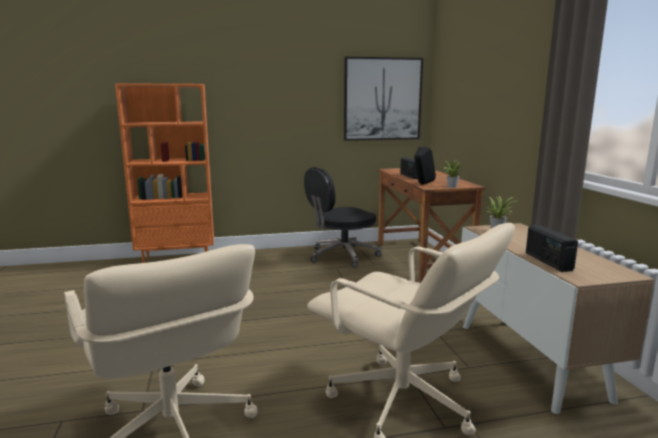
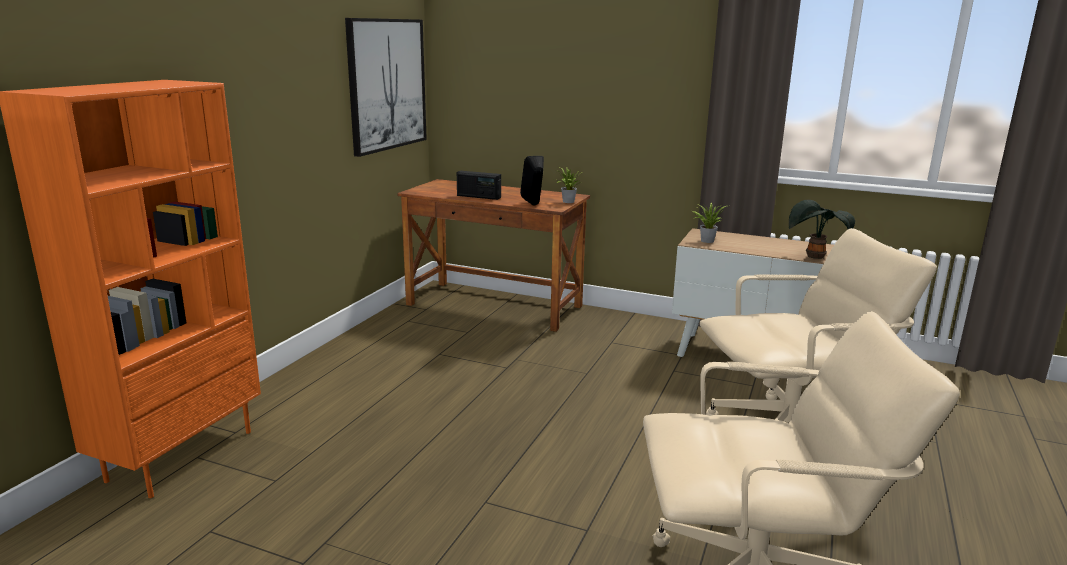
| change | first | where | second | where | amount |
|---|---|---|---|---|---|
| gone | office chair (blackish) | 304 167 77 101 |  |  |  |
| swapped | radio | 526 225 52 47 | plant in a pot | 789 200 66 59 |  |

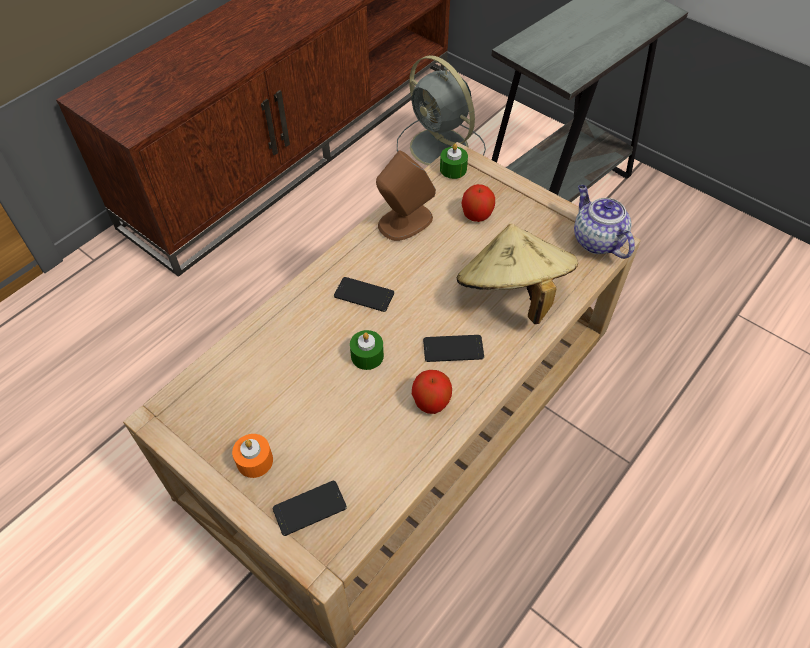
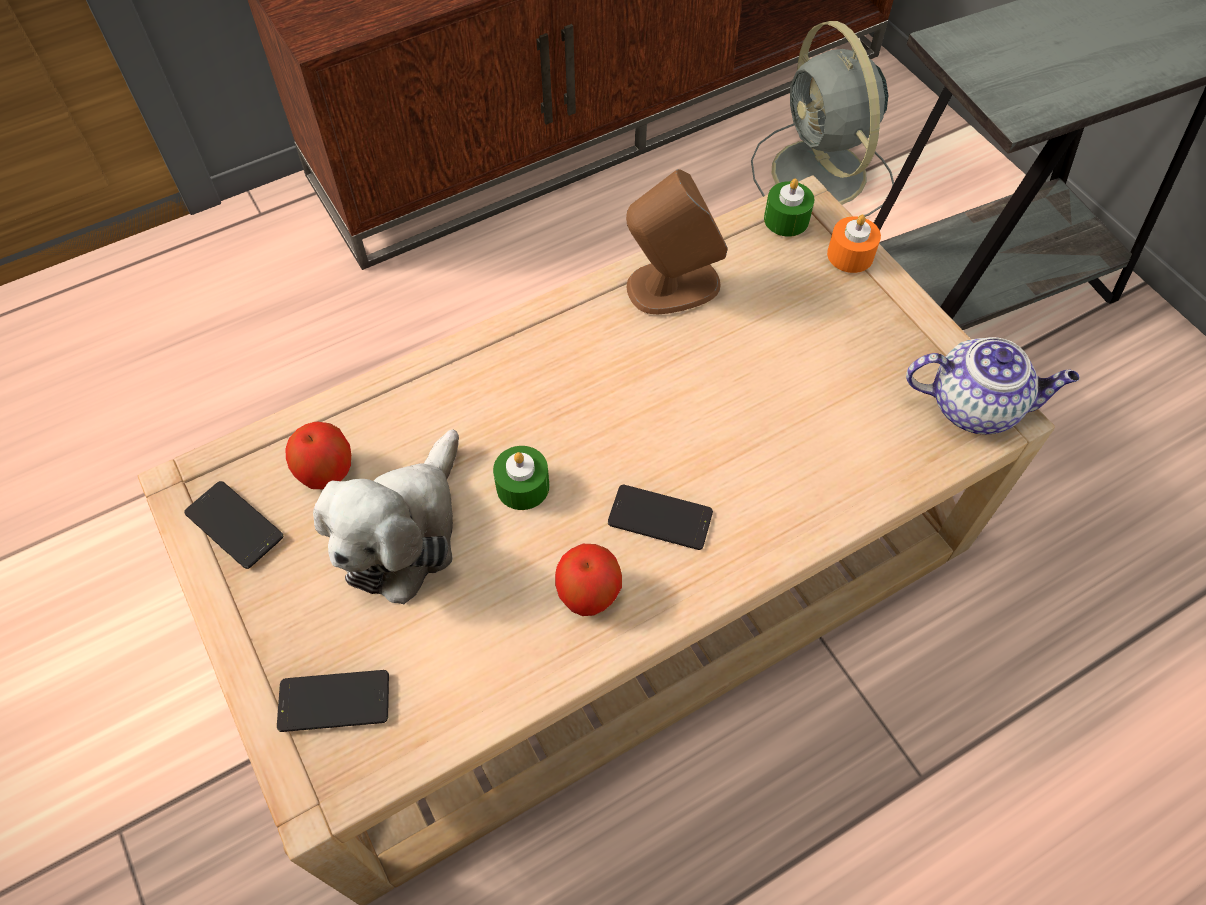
| change | first | where | second | where | amount |
|---|---|---|---|---|---|
| gone | clothing hat (beige) | 456 224 122 100 |  |  |  |
| new |  |  | plush toy | 313 429 146 175 |  |
| shifted | wax candle (orangey) | 232 434 41 44 |  | 827 215 54 58 |  |
| shifted | telephone | 334 277 60 35 |  | 184 481 99 88 |  |
| shifted | apple fruit | 461 184 34 38 |  | 285 422 66 67 |  |
| rotated | teapot | 574 185 61 74 |  | 906 337 173 97 | 105 degrees clockwise |

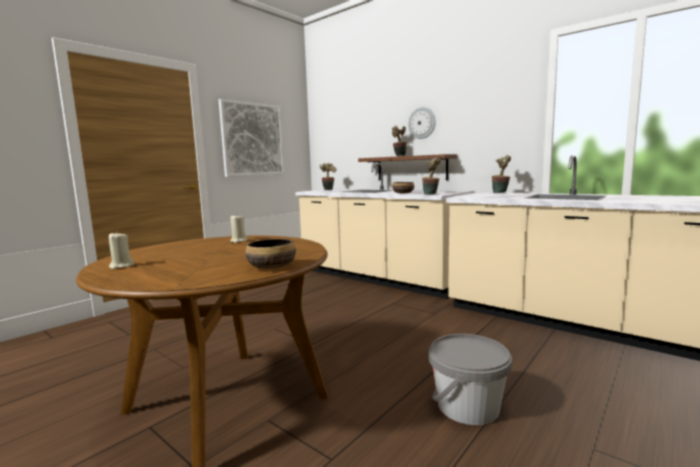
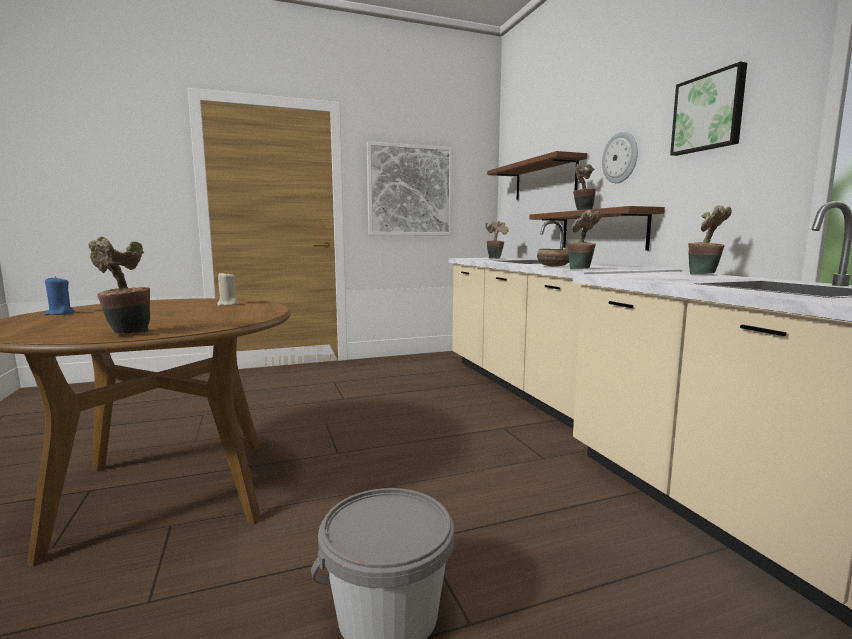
| change | first | where | second | where | amount |
|---|---|---|---|---|---|
| new |  |  | shelf (brownish) | 487 151 100 49 |  |
| new |  |  | picture | 670 62 77 94 |  |
| swapped | bowl | 245 239 51 30 | plant in a pot | 88 237 62 97 |  |
| repainted | wax candle (beige) | 109 231 25 38 | wax candle (blue-coloured) | 44 276 31 39 |  |

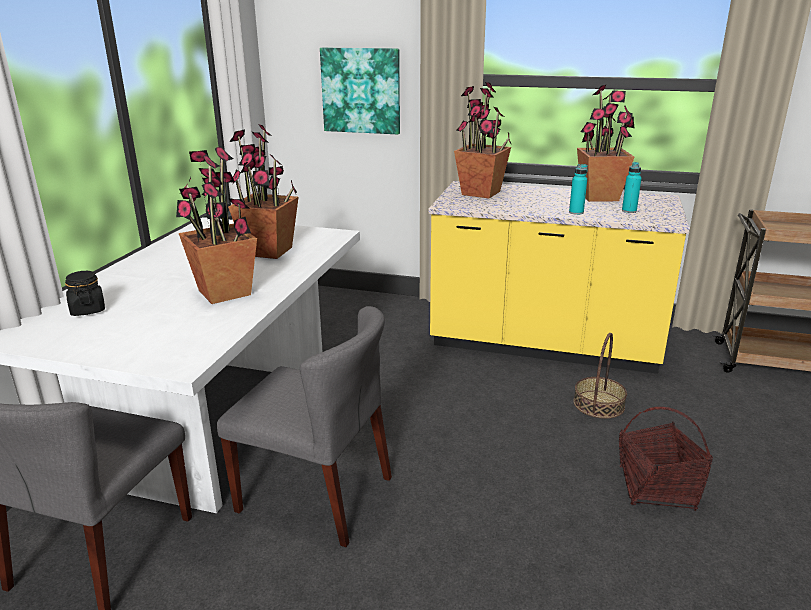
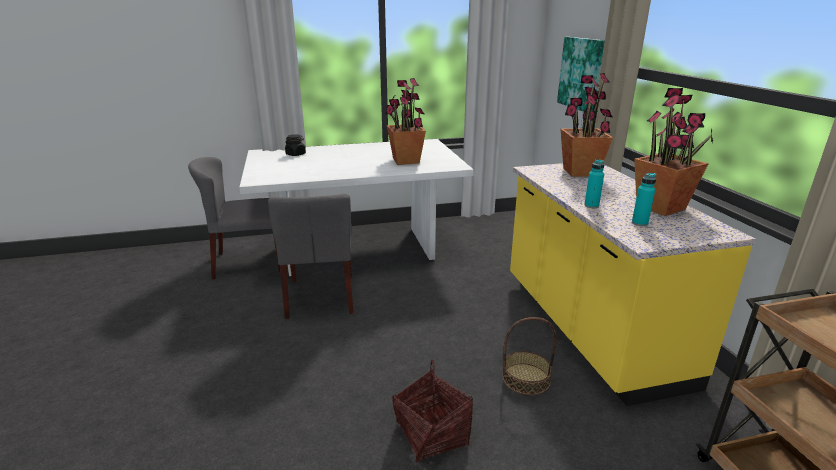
| change | first | where | second | where | amount |
|---|---|---|---|---|---|
| gone | plant in a pot | 176 146 81 158 |  |  |  |

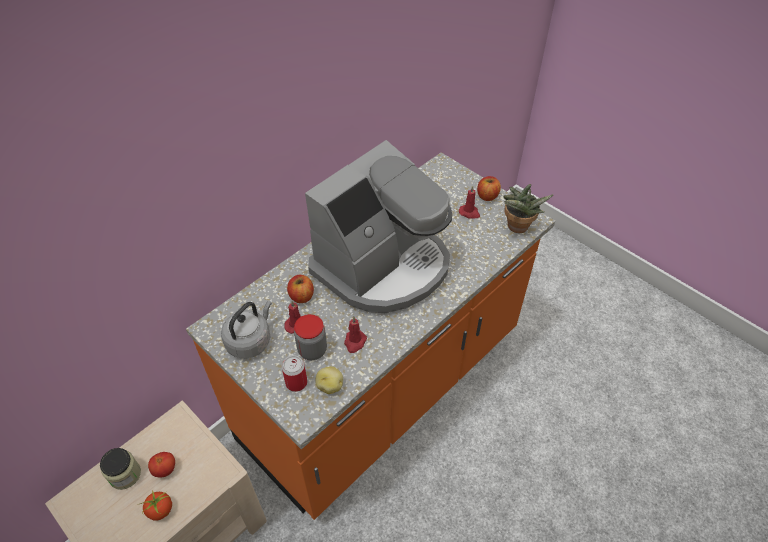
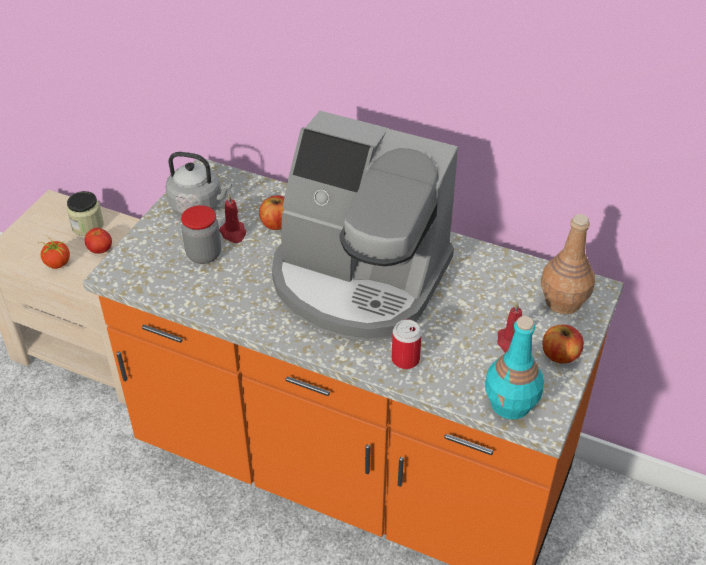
| change | first | where | second | where | amount |
|---|---|---|---|---|---|
| gone | potato | 315 366 28 28 |  |  |  |
| gone | wax candle (reddish) | 344 316 23 37 |  |  |  |
| new |  |  | bottle (brownish) | 541 214 54 100 |  |
| shifted | sealed can | 282 355 25 37 |  | 392 319 30 50 |  |
| swapped | plant in a pot | 503 184 51 49 | bottle (turquoise-coloured) | 485 316 59 103 |  |

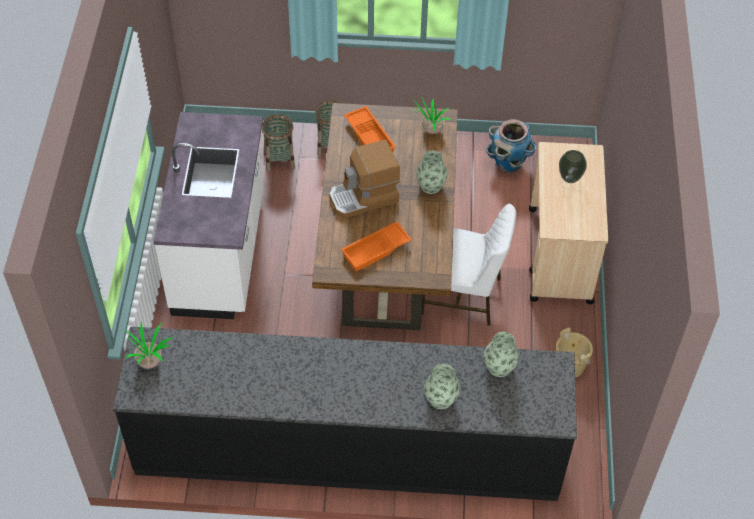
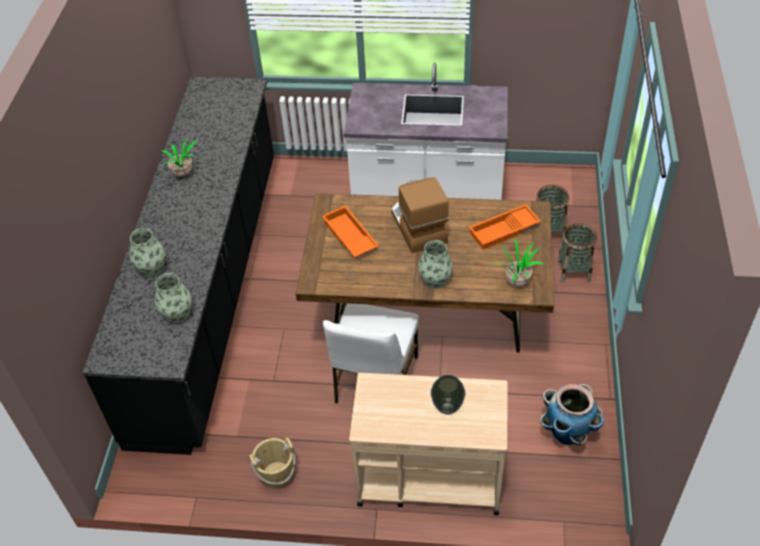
| change | first | where | second | where | amount |
|---|---|---|---|---|---|
| shifted | plant in a pot | 125 321 48 48 |  | 161 139 37 37 |  |

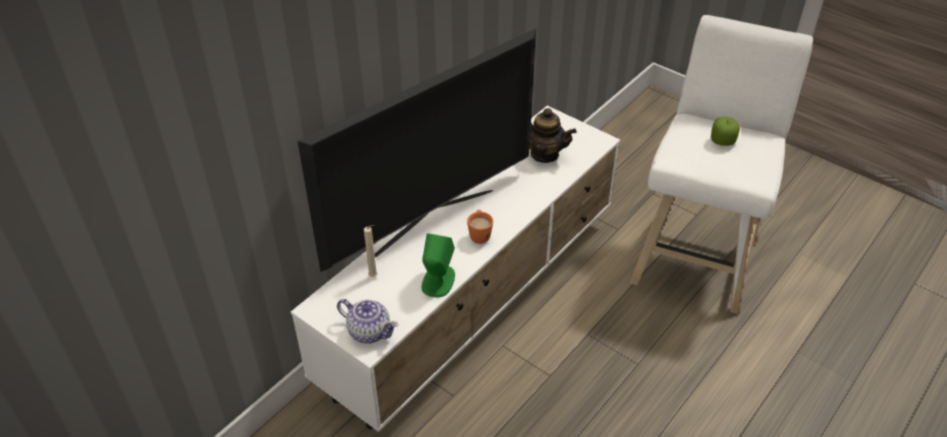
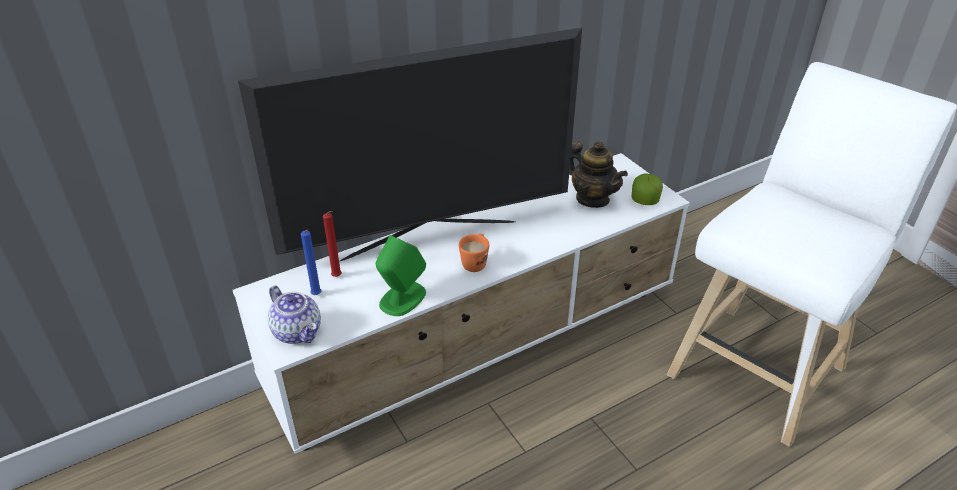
| change | first | where | second | where | amount |
|---|---|---|---|---|---|
| new |  |  | wax candle (blue-coloured) | 301 229 20 66 |  |
| shifted | apple fruit | 711 117 29 29 |  | 631 174 32 31 |  |
| repainted | wax candle (beige) | 364 225 14 52 | wax candle (reddish) | 323 211 19 66 |  |

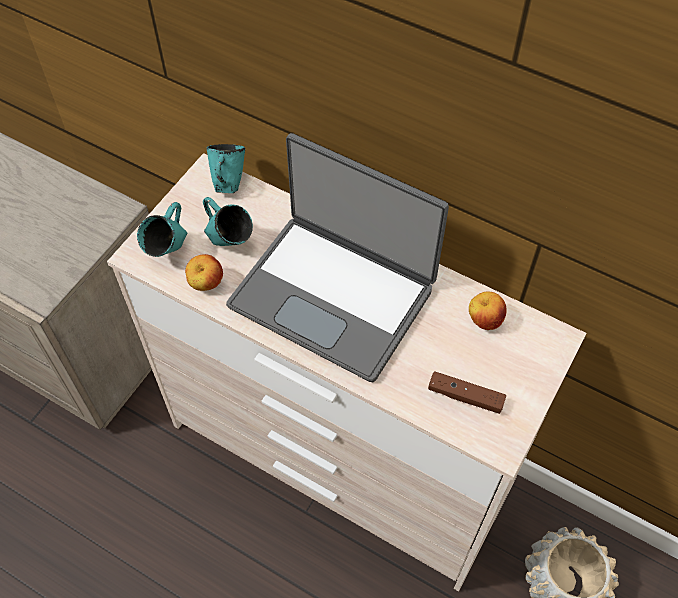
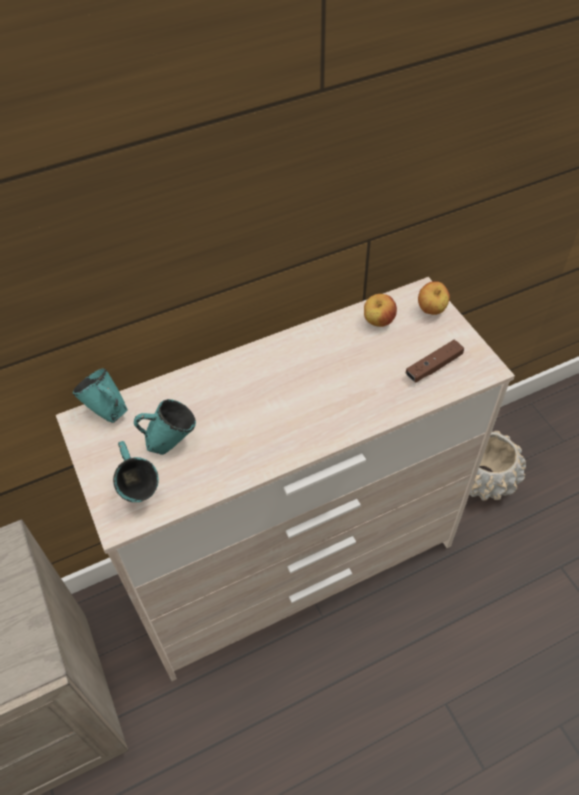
| change | first | where | second | where | amount |
|---|---|---|---|---|---|
| gone | notebook computer | 226 133 223 249 |  |  |  |
| shifted | apple fruit | 185 254 38 37 |  | 418 281 32 34 |  |

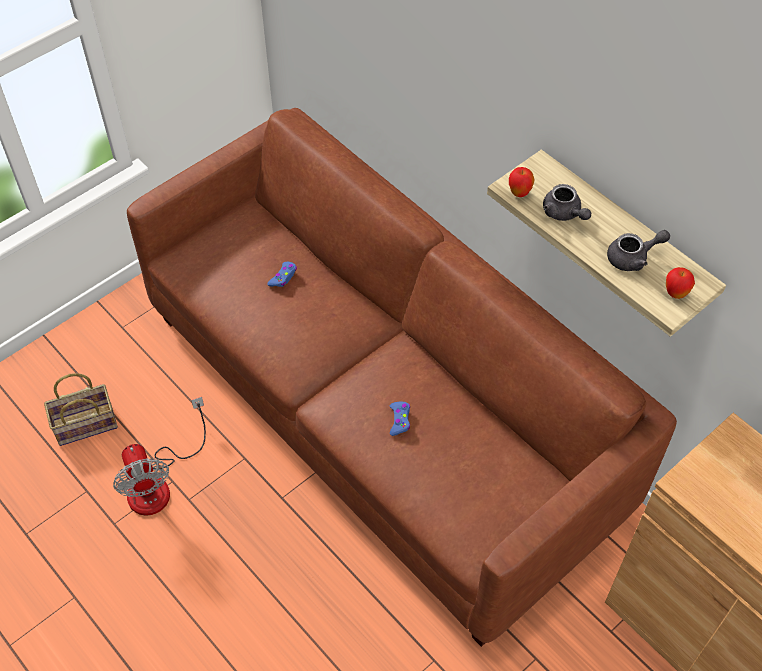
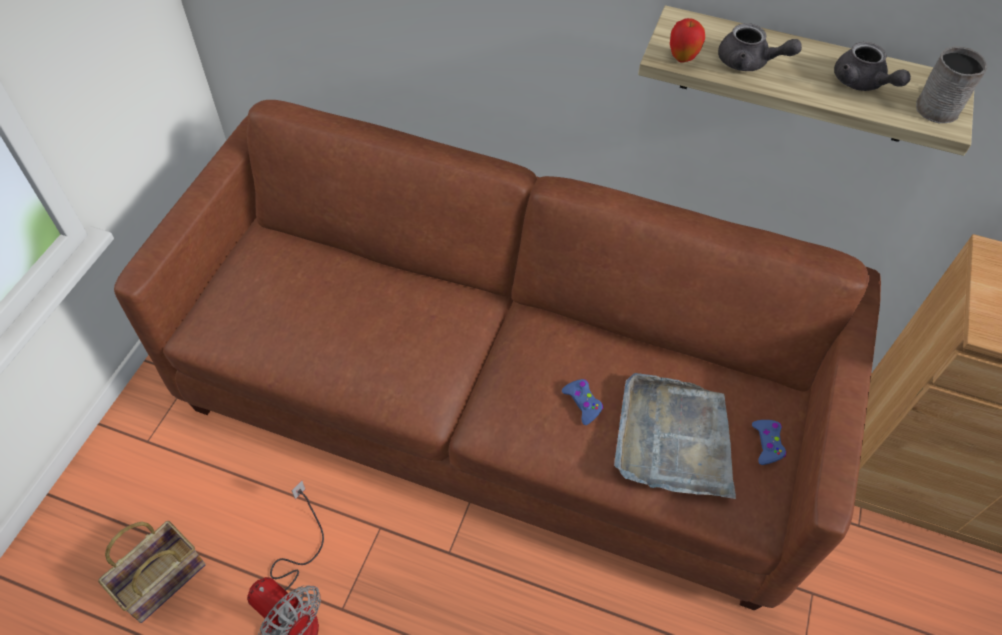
| change | first | where | second | where | amount |
|---|---|---|---|---|---|
| new |  |  | carrying tray (grey) | 614 373 122 126 |  |
| shifted | gamepad (blue-coloured) | 267 262 30 25 |  | 752 420 34 45 |  |
| swapped | apple fruit | 666 267 29 32 | coffee mug (grey) | 916 46 72 77 |  |
| rotated | teapot (grey) | 607 230 63 41 |  | 834 42 77 49 | 105 degrees clockwise |

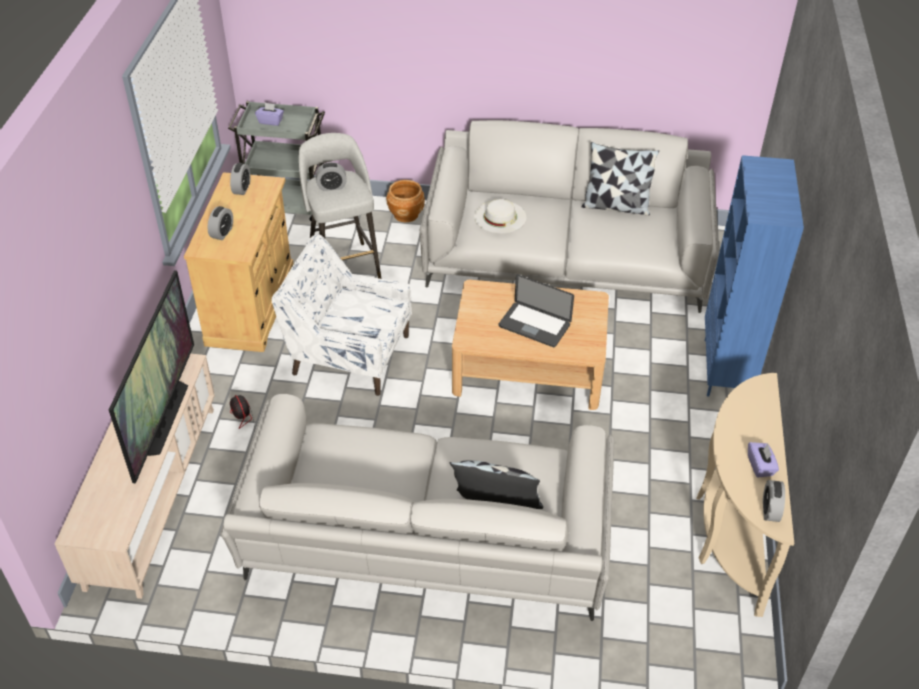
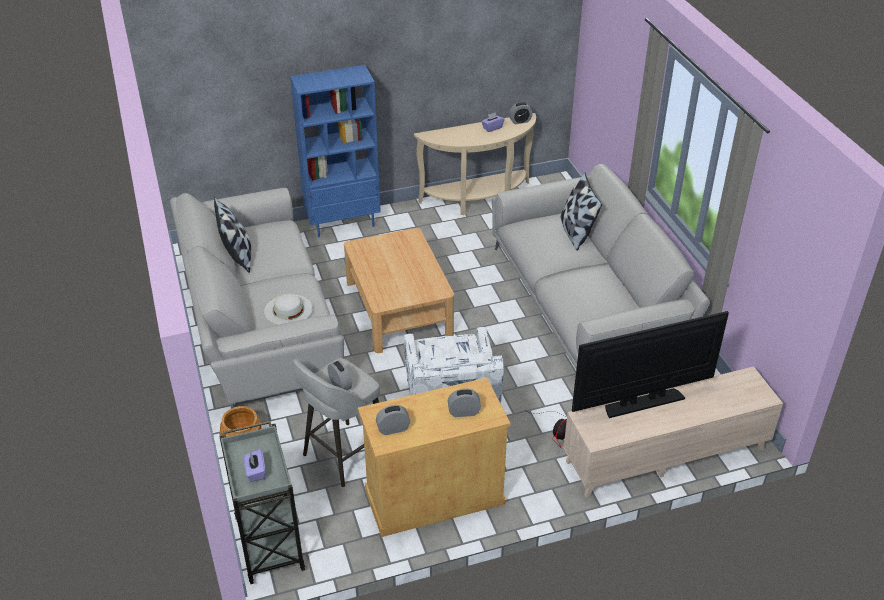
| change | first | where | second | where | amount |
|---|---|---|---|---|---|
| gone | notebook computer | 498 274 76 73 |  |  |  |

